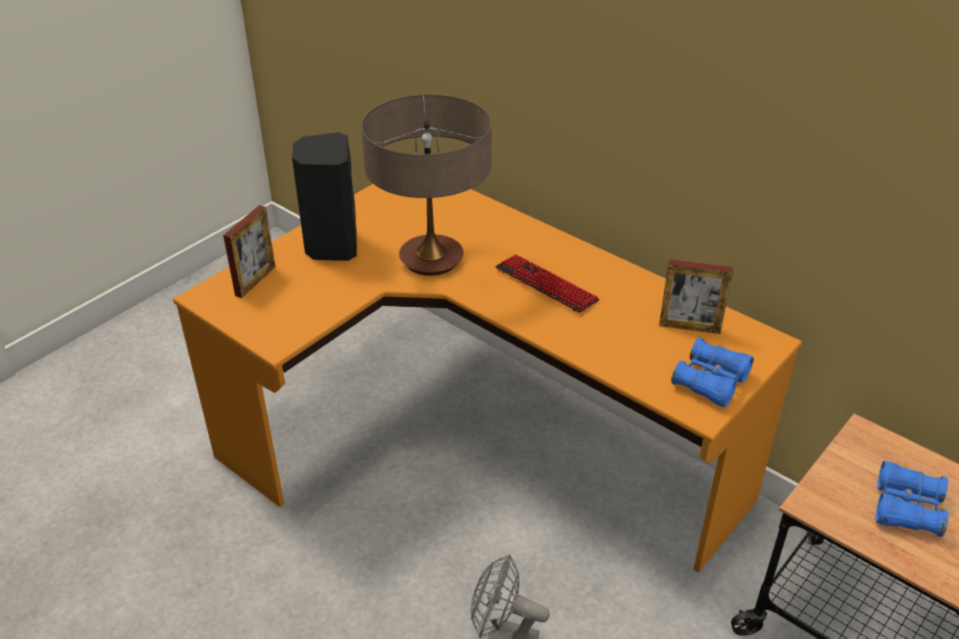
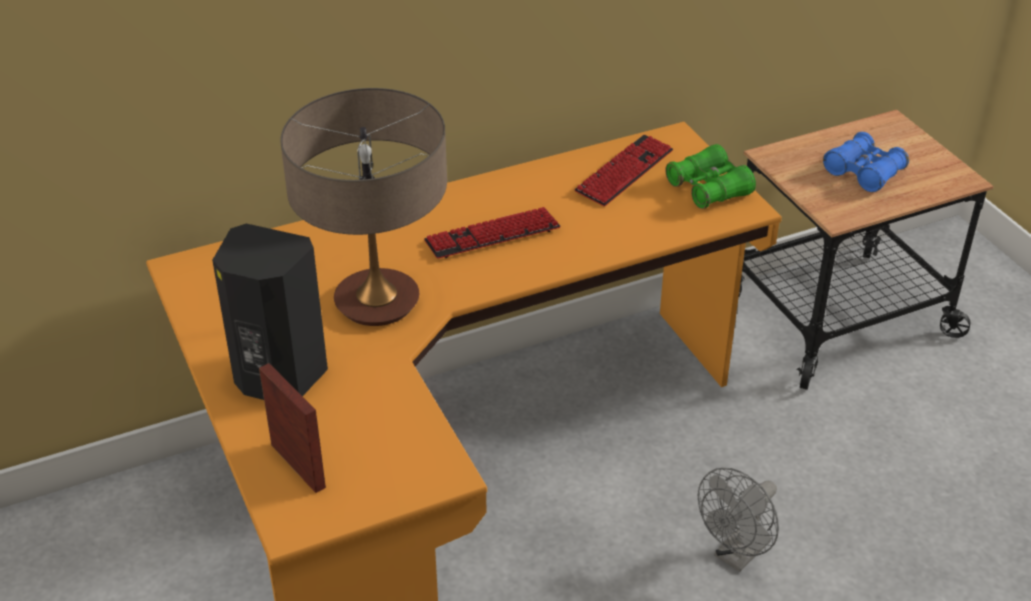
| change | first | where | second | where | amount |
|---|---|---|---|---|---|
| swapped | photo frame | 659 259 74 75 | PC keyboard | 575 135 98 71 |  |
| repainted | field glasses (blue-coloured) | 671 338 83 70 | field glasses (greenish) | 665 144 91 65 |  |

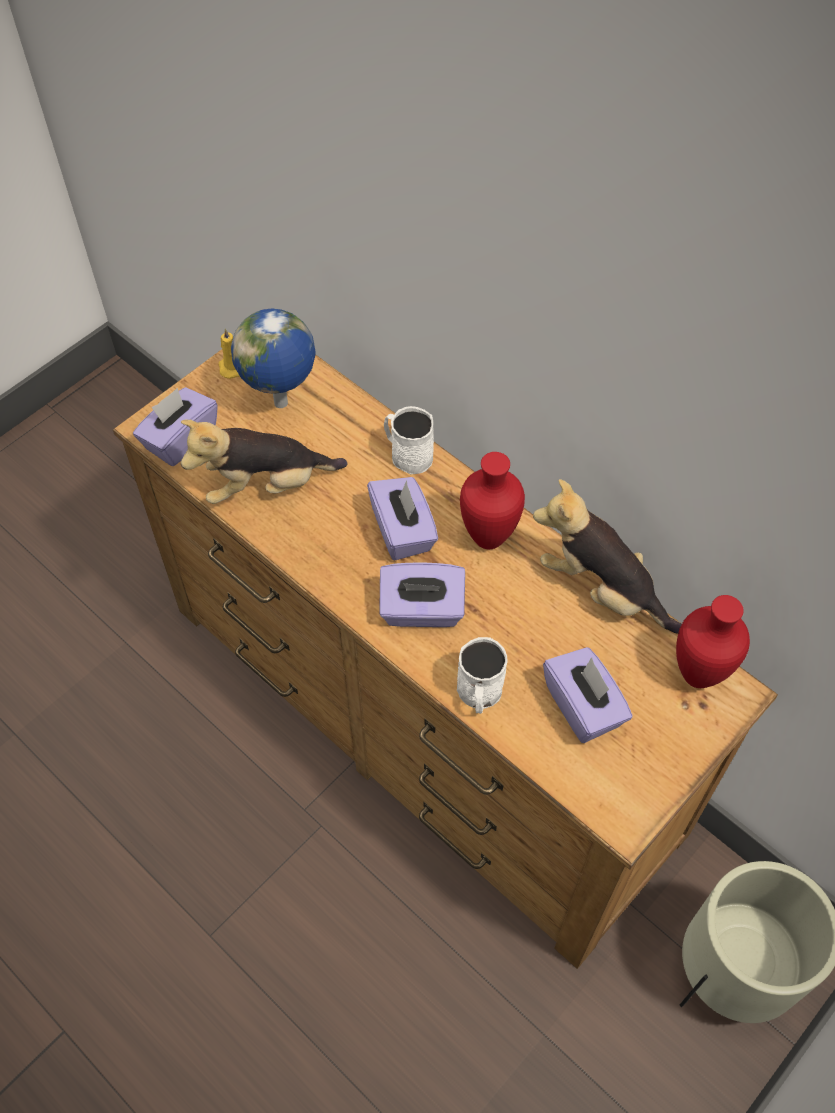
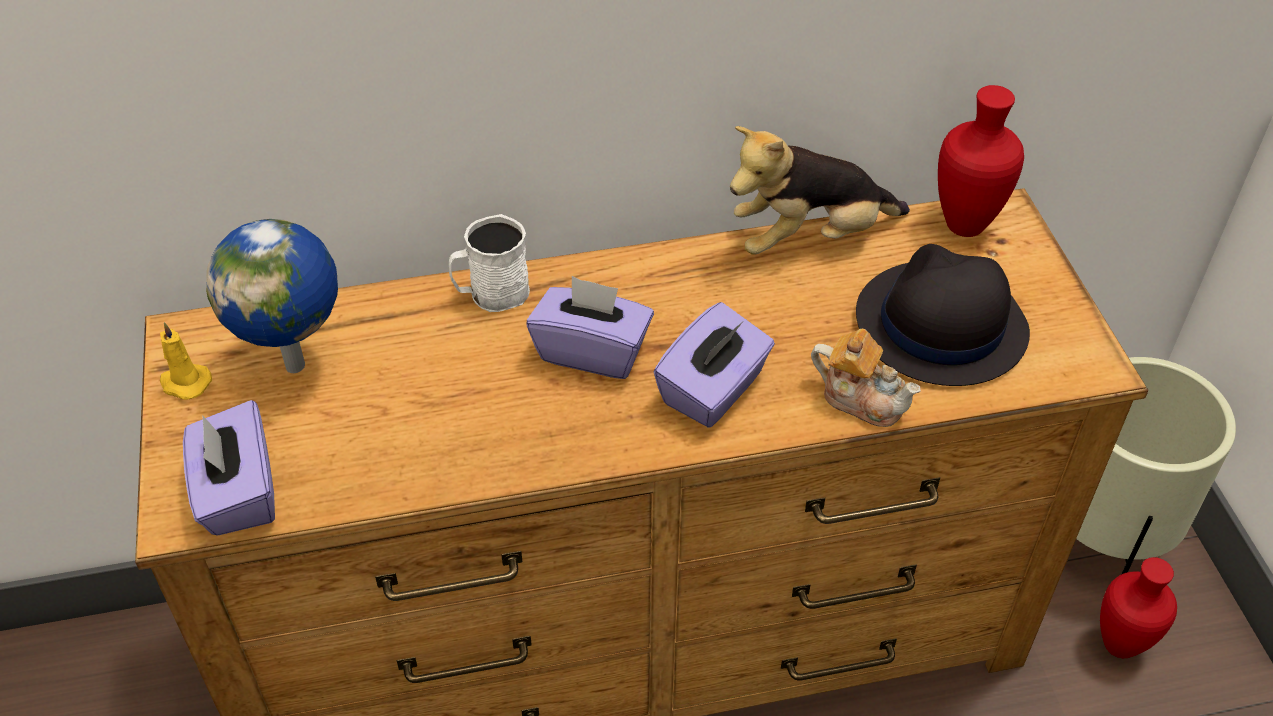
| change | first | where | second | where | amount |
|---|---|---|---|---|---|
| gone | plush toy | 181 420 166 84 |  |  |  |
| shifted | flower vase (reddish) | 460 452 65 97 |  | 1100 557 77 101 |  |
| swapped | coffee mug (white) | 457 637 50 77 | teapot | 811 329 110 98 |  |
| swapped | box of tissues (purple-coloured) | 543 647 90 96 | clothing hat (blackish) | 856 244 174 142 |  |

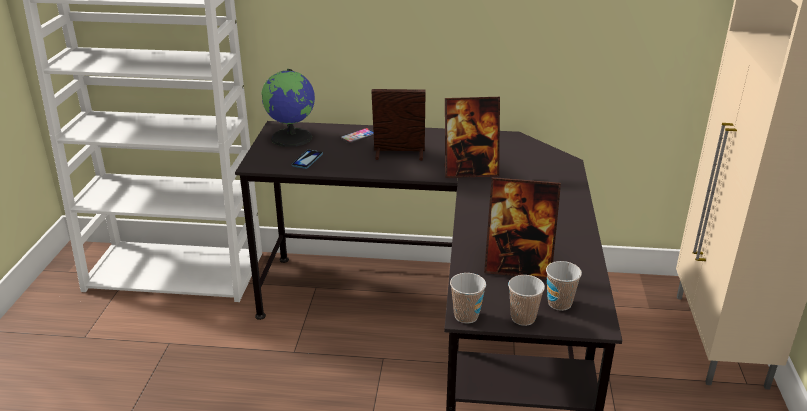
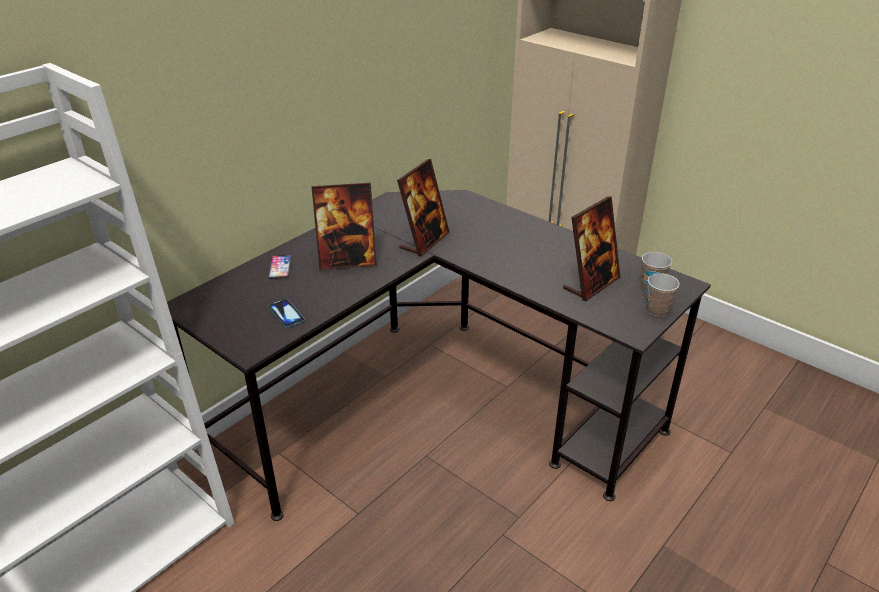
| change | first | where | second | where | amount |
|---|---|---|---|---|---|
| gone | world globe | 261 69 54 78 |  |  |  |
| gone | small cup | 450 273 36 50 |  |  |  |
| rotated | photo frame | 371 89 55 72 |  | 312 183 65 87 | 135 degrees counterclockwise |

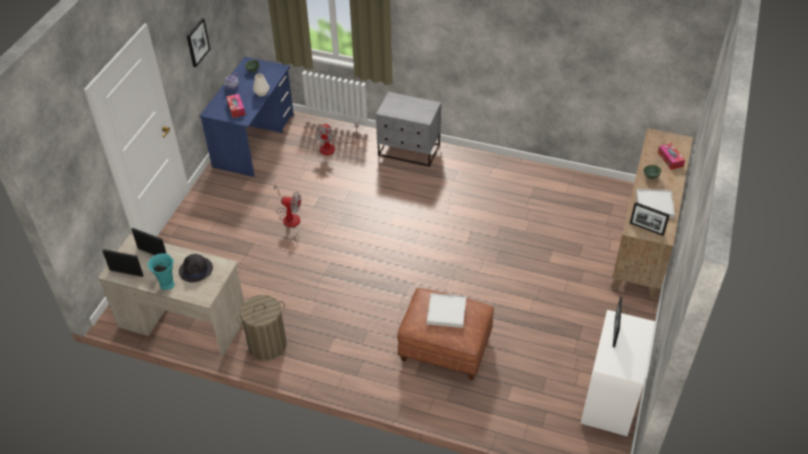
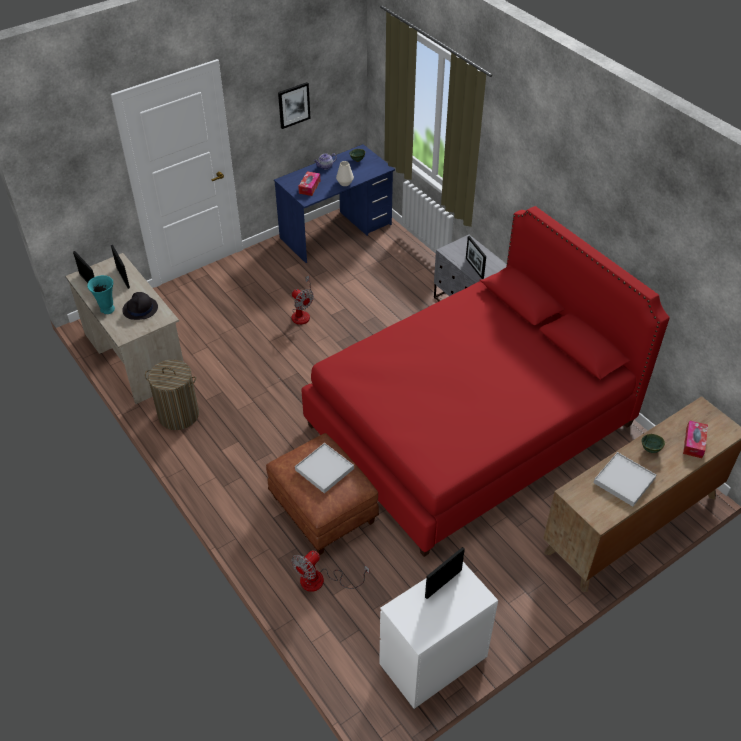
| change | first | where | second | where | amount |
|---|---|---|---|---|---|
| new |  |  | sleeping bed (reddish) | 301 206 369 351 |  |
| shifted | electric fan | 315 123 44 32 |  | 291 550 79 42 |  |
| shifted | photo frame | 630 202 40 34 |  | 466 236 20 43 |  |

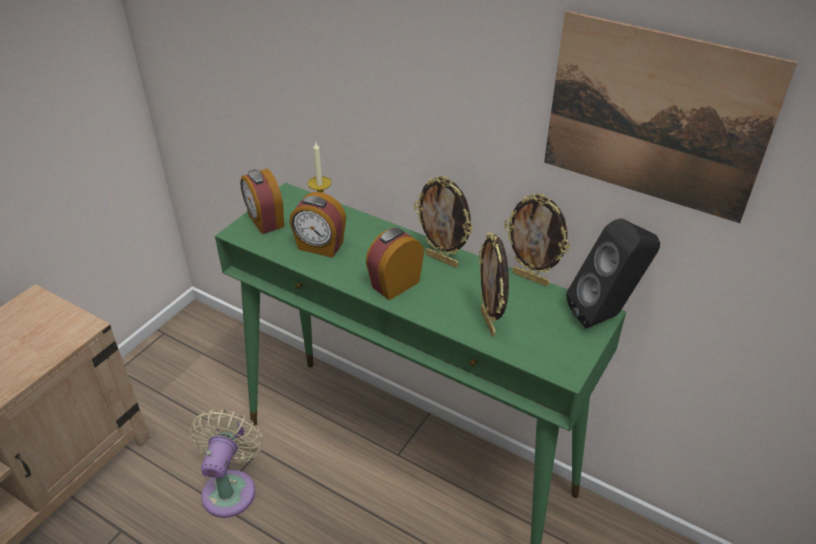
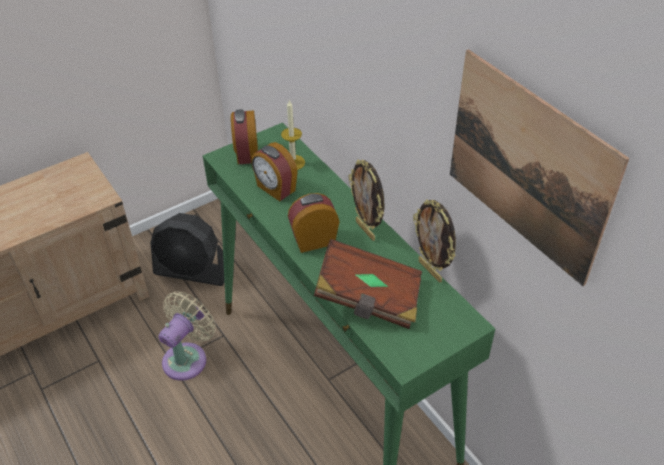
| change | first | where | second | where | amount |
|---|---|---|---|---|---|
| gone | speaker (blackish) | 566 218 94 111 |  |  |  |
| new |  |  | electric fan (blackish) | 150 213 75 73 |  |
| swapped | photo frame | 479 232 30 104 | volume (brownish) | 314 239 108 90 |  |

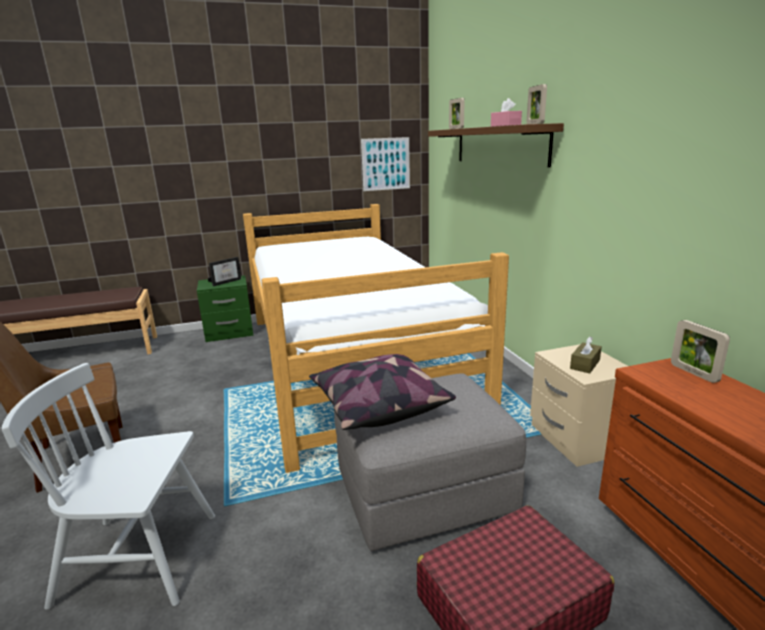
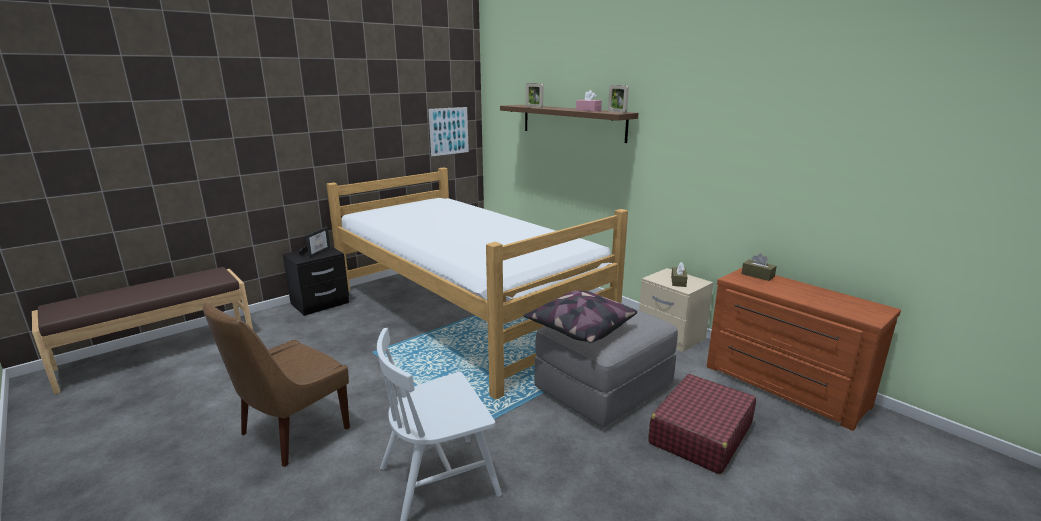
| change | first | where | second | where | amount |
|---|---|---|---|---|---|
| swapped | photo frame | 671 320 59 63 | box of tissues (brownish) | 741 253 36 28 |  |
| repainted | bedside table (greenish) | 197 275 56 67 | bedside table (blackish) | 283 246 66 70 |  |

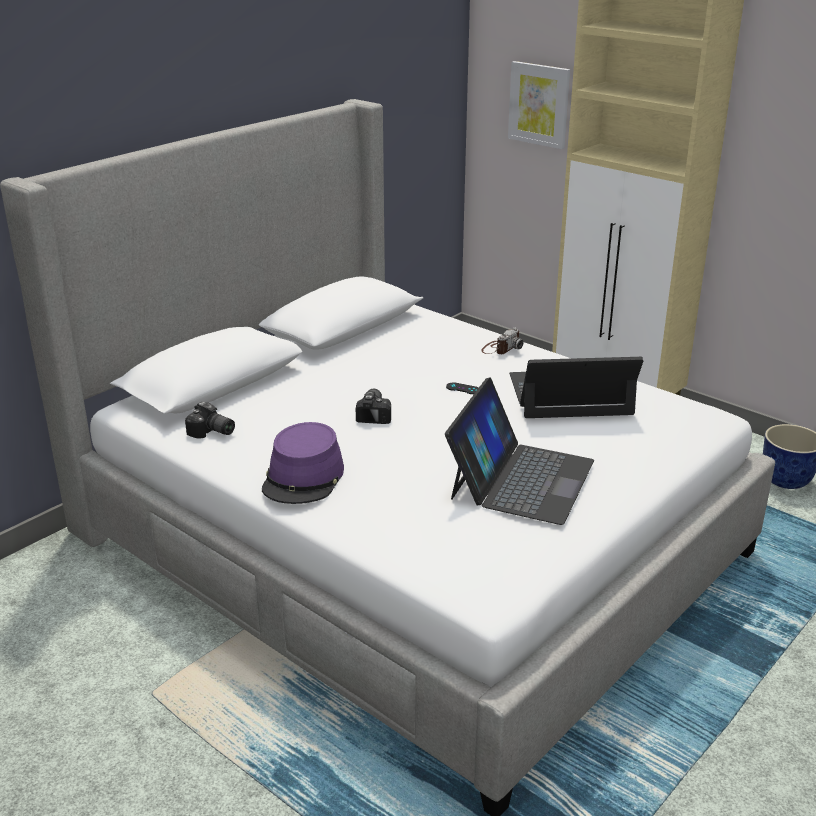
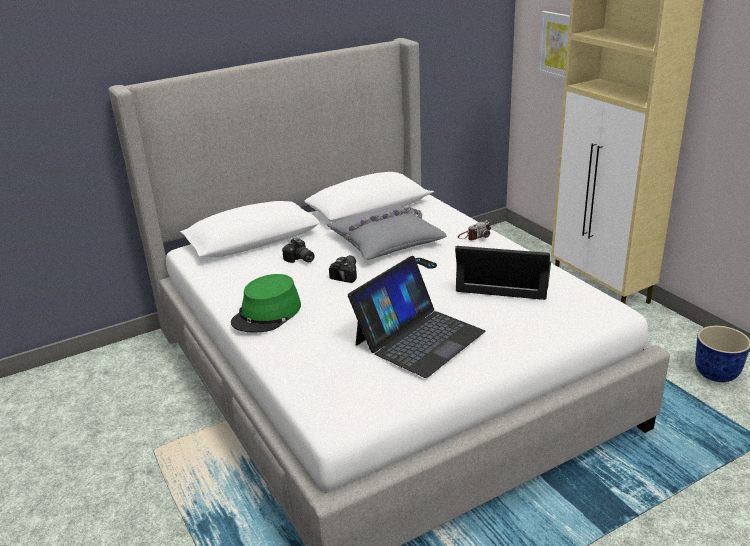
| change | first | where | second | where | amount |
|---|---|---|---|---|---|
| new |  |  | cushion (grey) | 327 206 120 54 |  |
| shifted | still camera | 185 402 50 36 |  | 282 238 33 25 |  |
| repainted | clothing hat (purple-coloured) | 262 422 82 82 | clothing hat (greenish) | 231 274 70 59 |  |

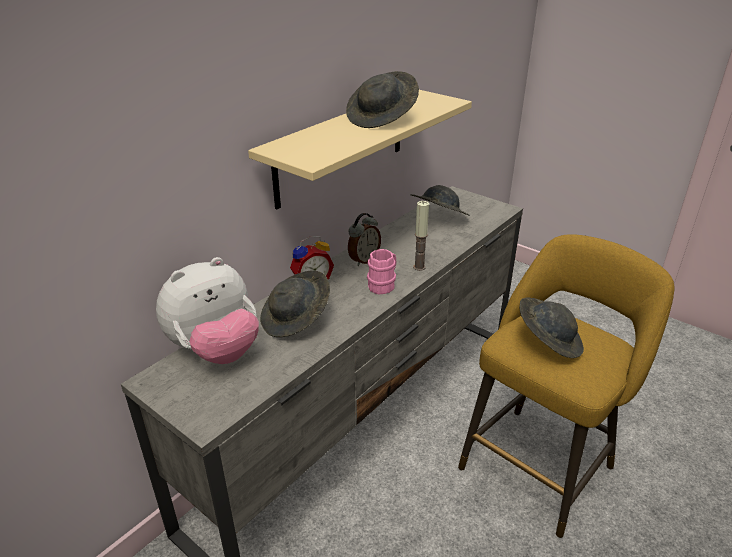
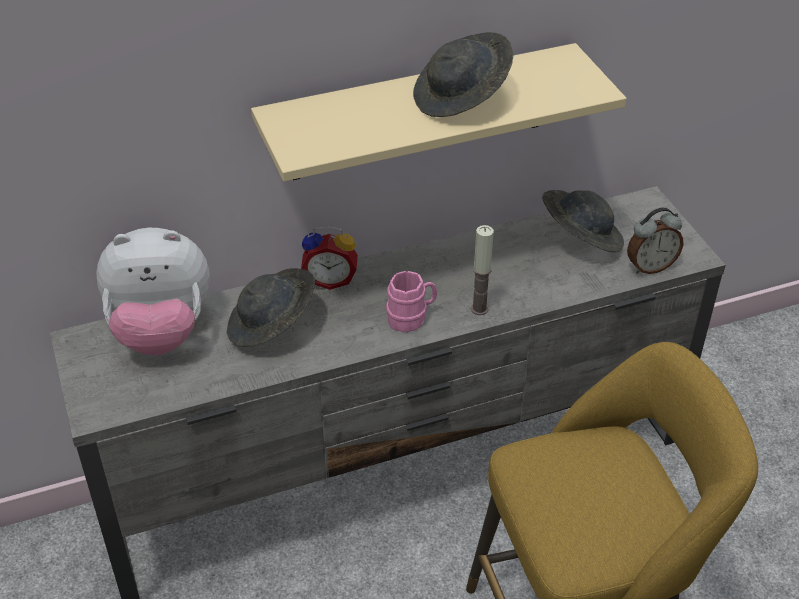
| change | first | where | second | where | amount |
|---|---|---|---|---|---|
| gone | clothing hat (grey) | 519 297 65 61 |  |  |  |
| shifted | alarm clock | 348 213 33 53 |  | 627 208 56 66 |  |

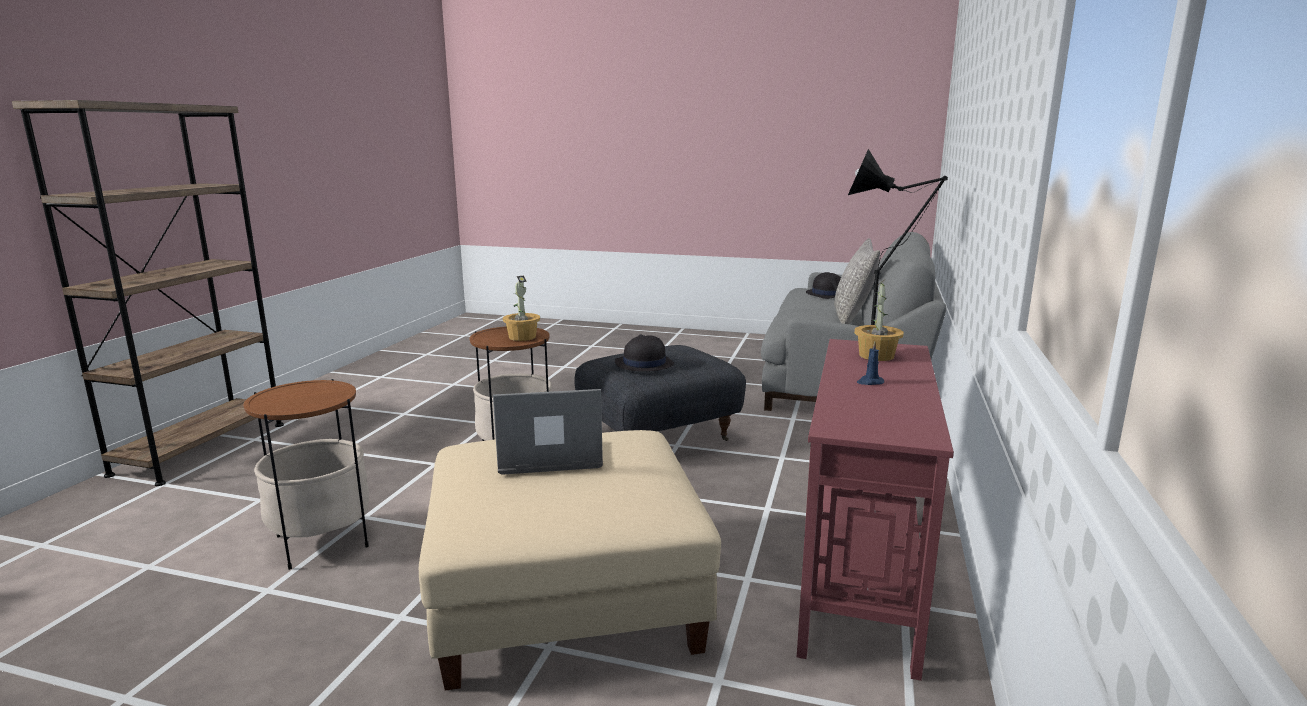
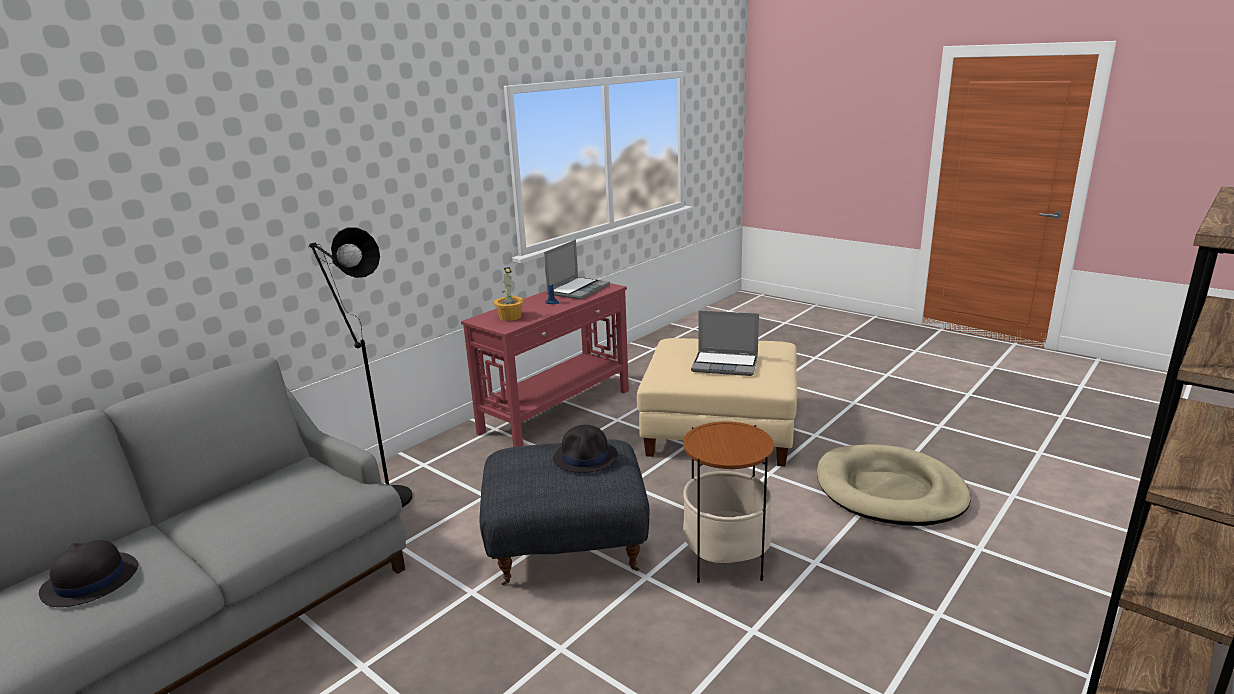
| change | first | where | second | where | amount |
|---|---|---|---|---|---|
| gone | plant in a pot | 503 275 37 66 |  |  |  |
| gone | cushion (grey) | 834 238 46 86 |  |  |  |
| new |  |  | notebook computer | 544 240 66 60 |  |
| swapped | end table | 243 379 126 191 | dog cushion (beige) | 817 444 154 82 |  |

